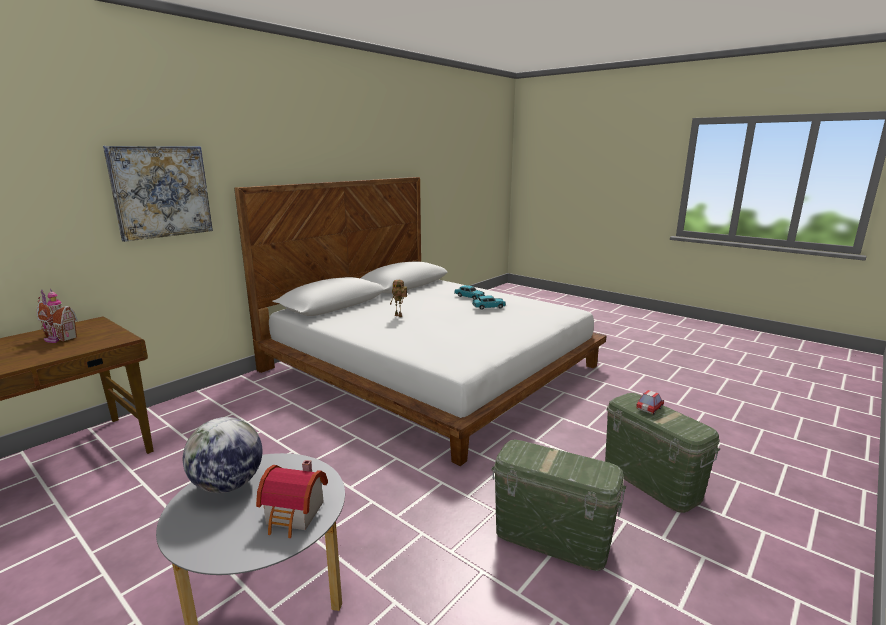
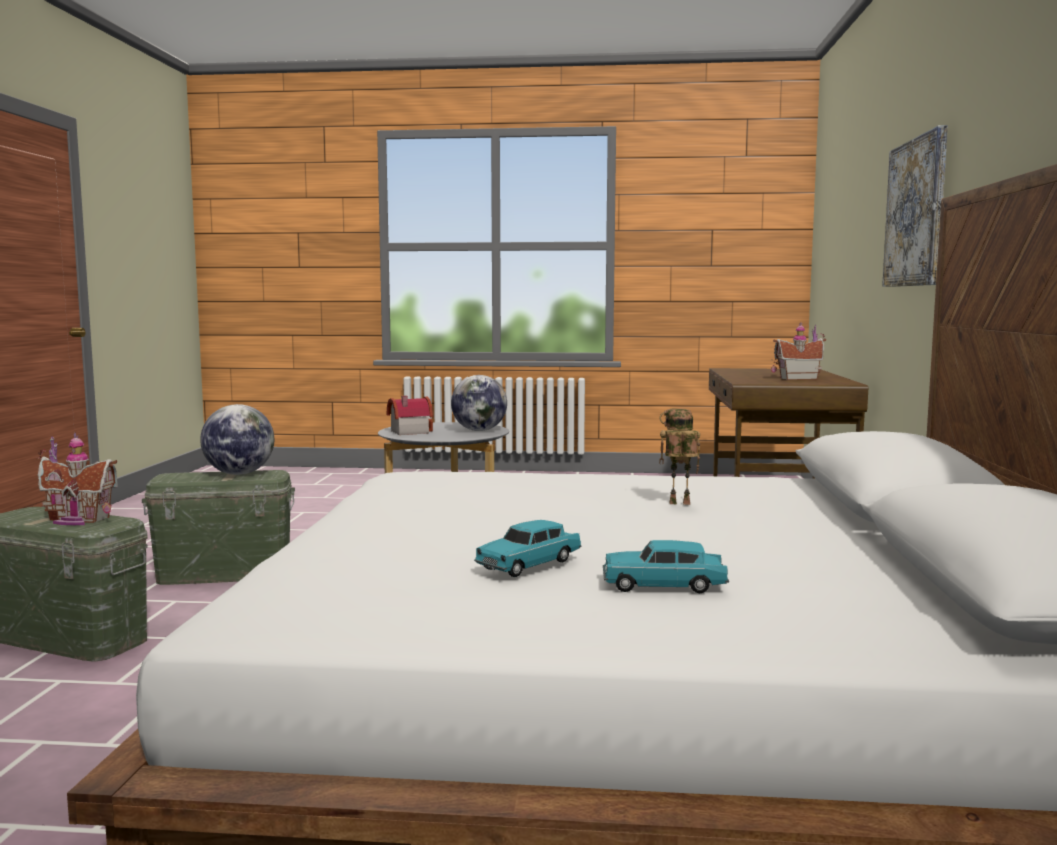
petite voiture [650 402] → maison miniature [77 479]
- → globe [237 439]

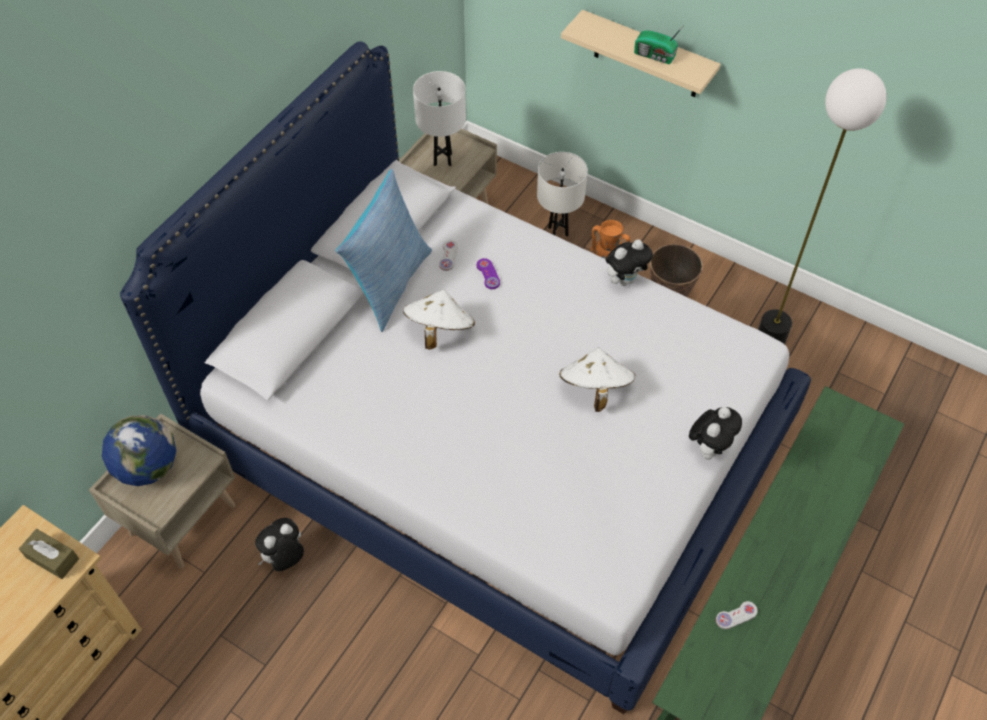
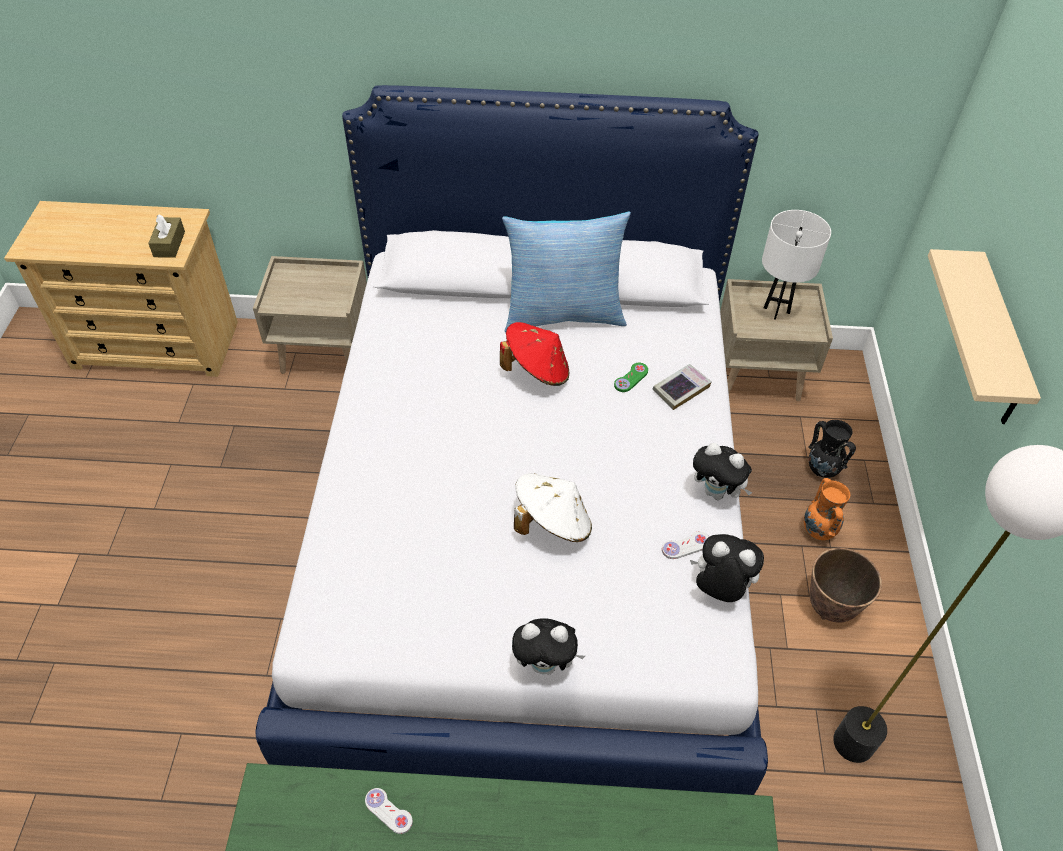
globe [139 450] → -
peluche [279 544] → peluche [727 568], relocated
chapeau [blanc] [439 319] → chapeau [rouge] [534 354]
manette [blanc] [448 255] → manette [blanc] [685 545], relocated
manette [violet] [488 273] → manette [vert] [631 377]
lampe de table [blanc] [562 194] → vase [noir] [832 449]
radio [659 44] → -
- → livre [682 387]

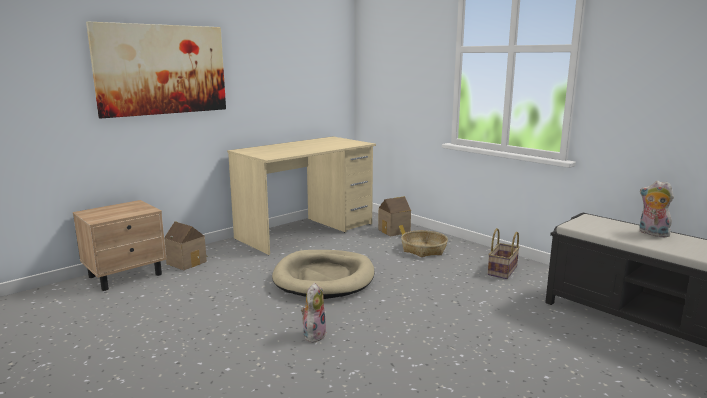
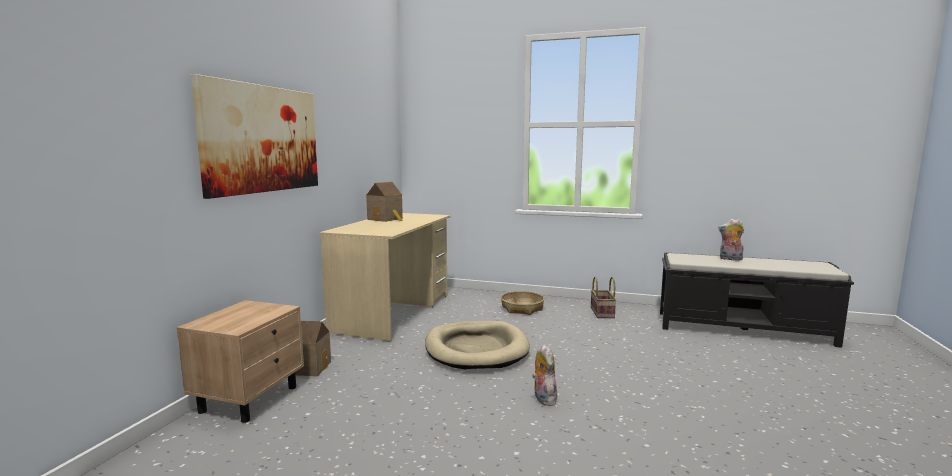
maison miniature [394 216] → maison miniature [384 202], relocated

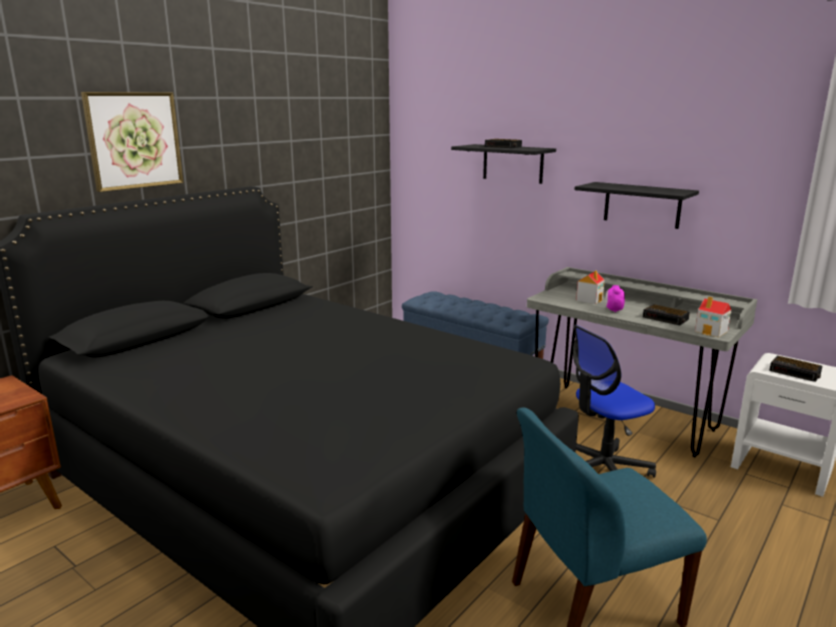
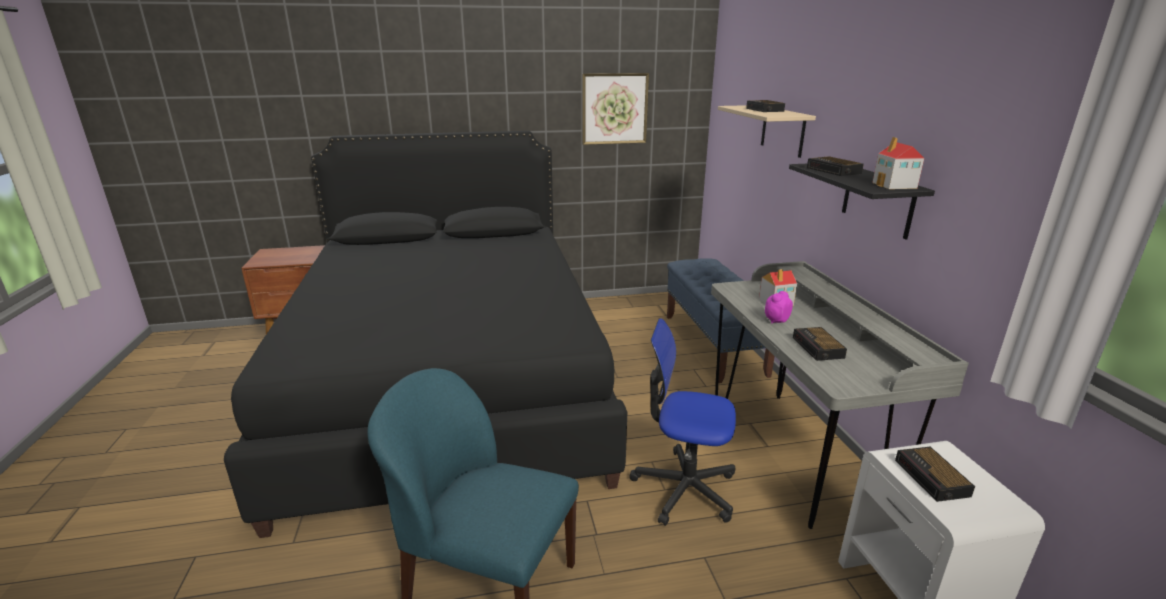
tableau [132 142] → tableau [615 109], relocated
étagère [noir] [503 164] → étagère [beige] [767 131]
maison miniature [713 316] → maison miniature [898 163], relocated
- → réveil [835 166]

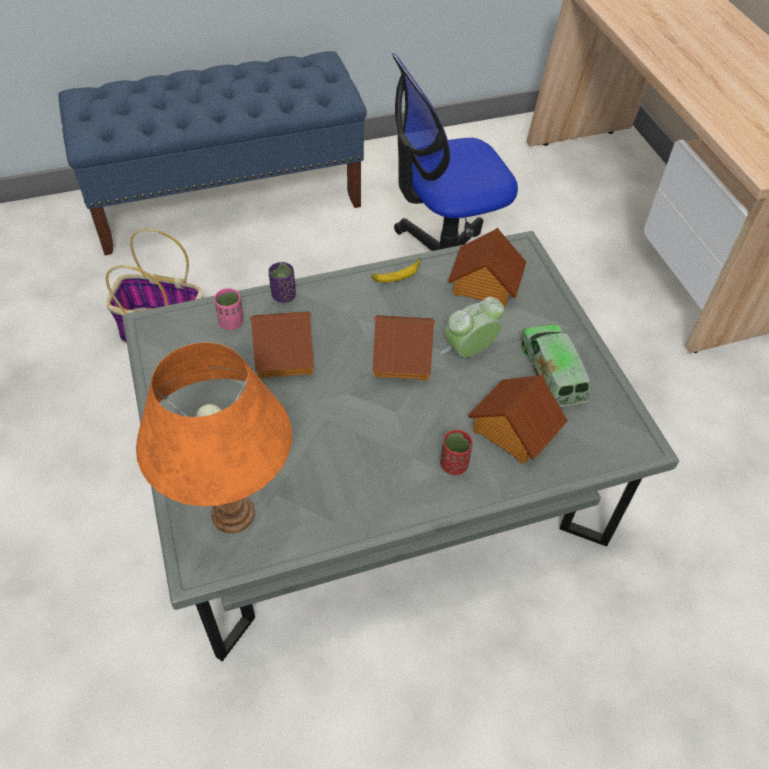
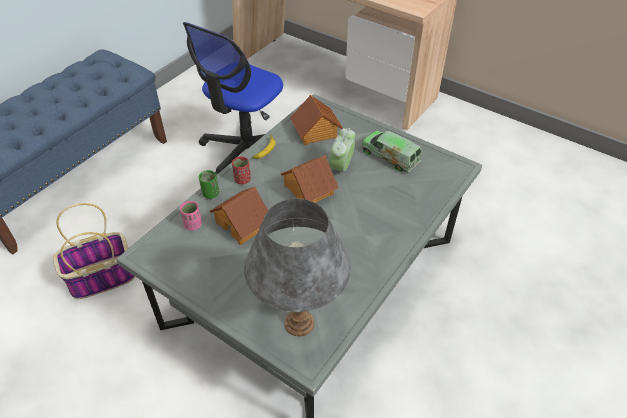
lampe de table [orange] [214 437] → lampe de table [gris] [297 267]
tasse [violet] [282 282] → tasse [vert] [209 184]
tasse [rouge] [456 452] → tasse [rouge] [241 170], relocated
maison miniature [518 420] → -

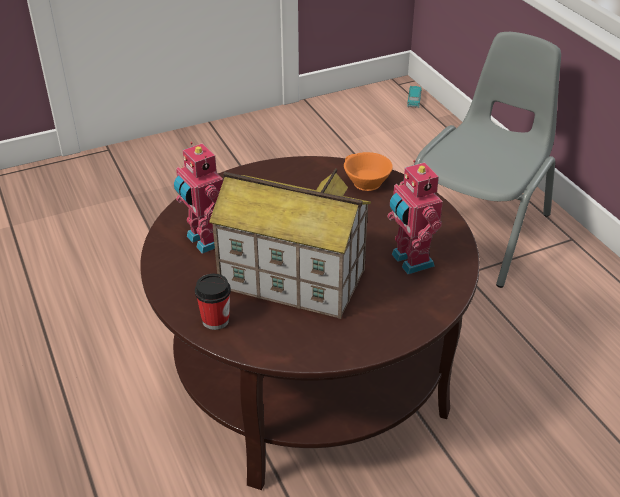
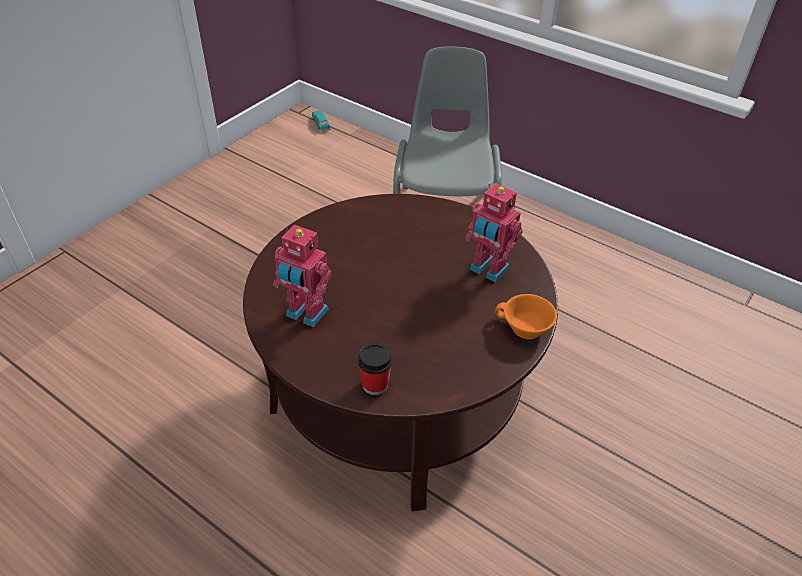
maison miniature [290 244] → -
tasse [orange] [368 171] → tasse [orange] [526 316], relocated

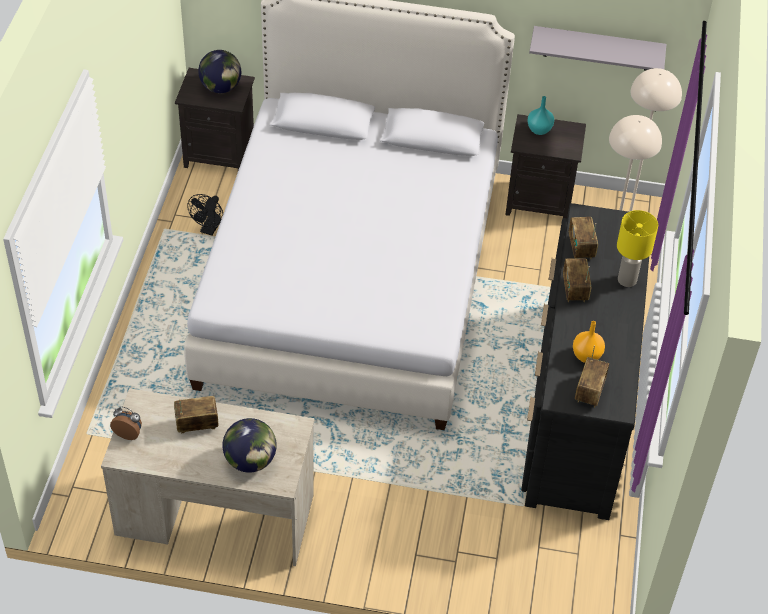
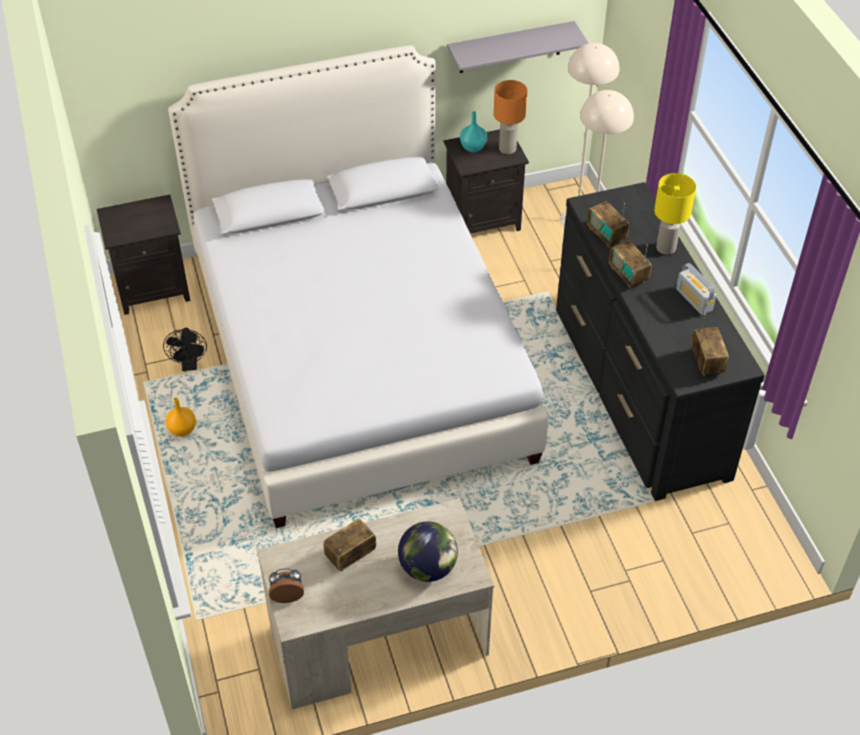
globe [219 71] → -
vase [orange] [589 342] → vase [orange] [181 417], relocated
- → lampe de table [orange] [510 117]
- → radio [696 289]

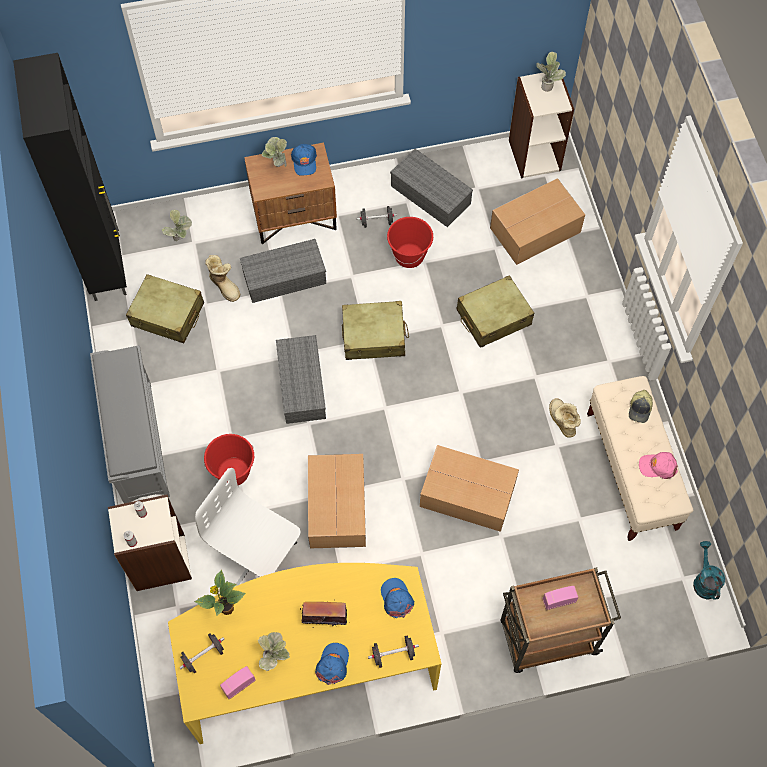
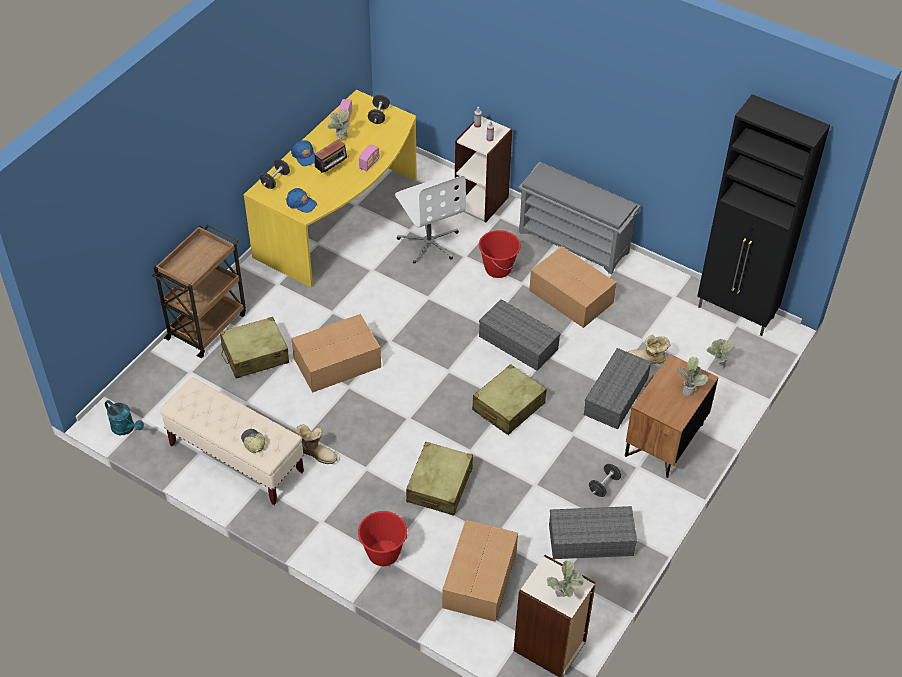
valise [beige] [165 308] → valise [beige] [254 347], relocated
plante en pot [220 593] → -
chaise de bureau [blanc] [247 527] → chaise de bureau [blanc] [430 219], 75 degrees clockwise
casquette [bleu] [304 159] → -
carton [337 501] → carton [573 287], relocated
seau [rouge] [410 242] → seau [rouge] [383 538], relocated
radio [560 598] → radio [369 157], relocated
casquette [rose] [658 465] → -

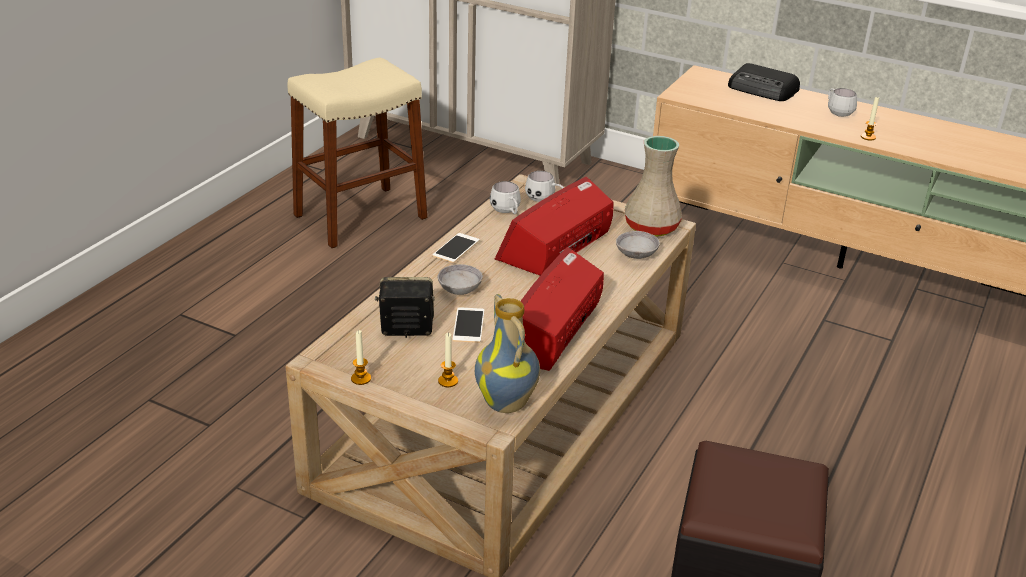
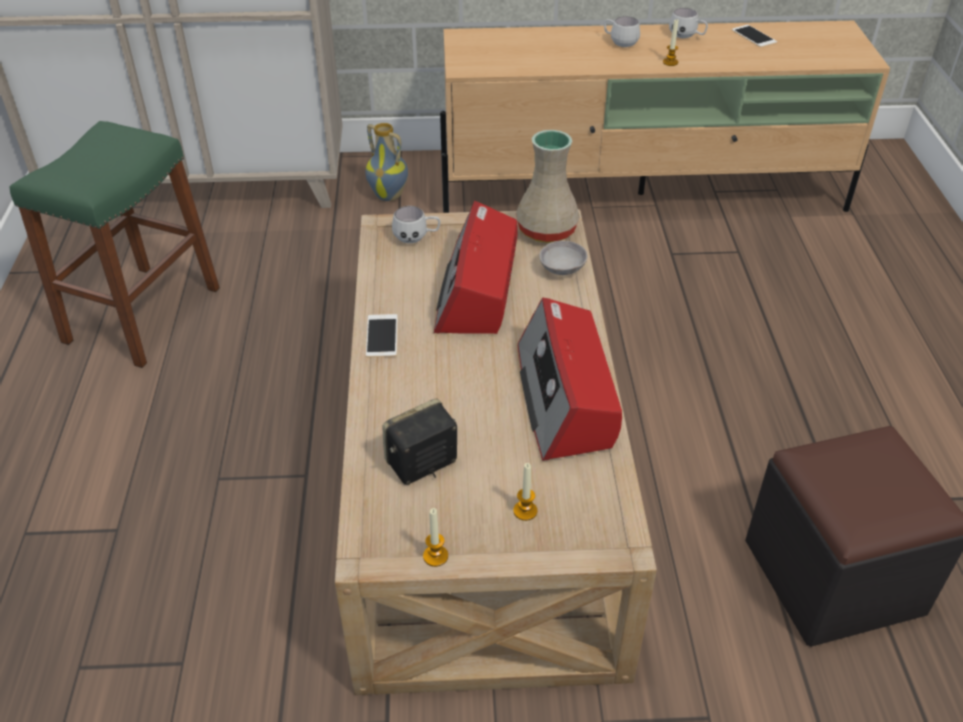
tabouret [beige] [357 152] → tabouret [vert] [115 244]
bol [gris] [460 279] → -
téléphone [468 325] → téléphone [754 36], relocated
vase [507 353] → vase [386 162], relocated
mug [blanc] [505 197] → mug [blanc] [688 23], relocated
radio [764 82] → -

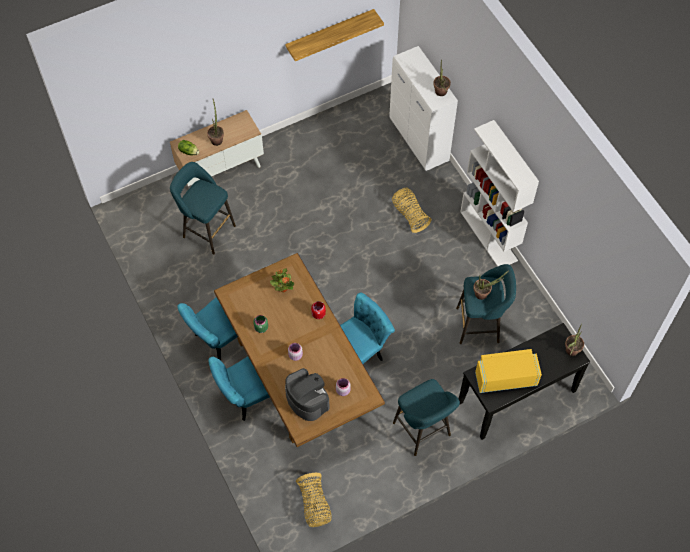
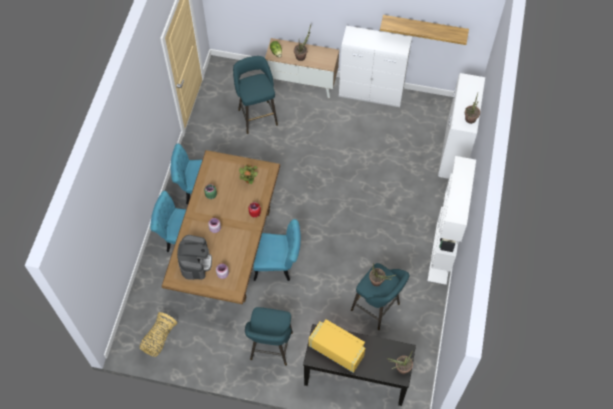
panier [411 210] → -
- → meuble de rangement [blanc] [375 66]

